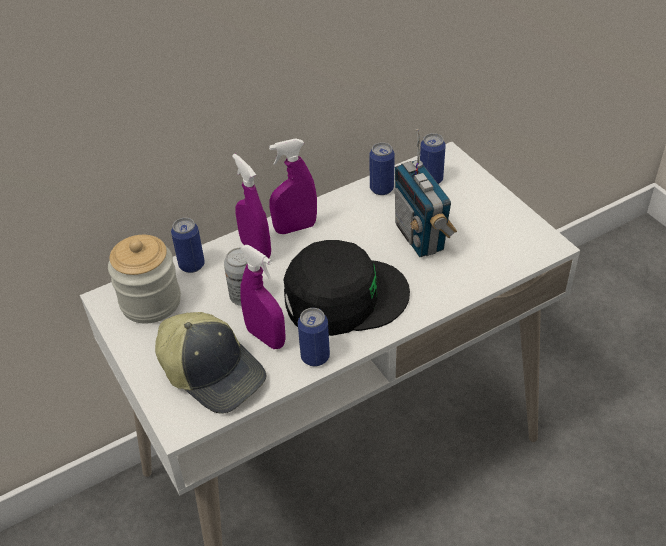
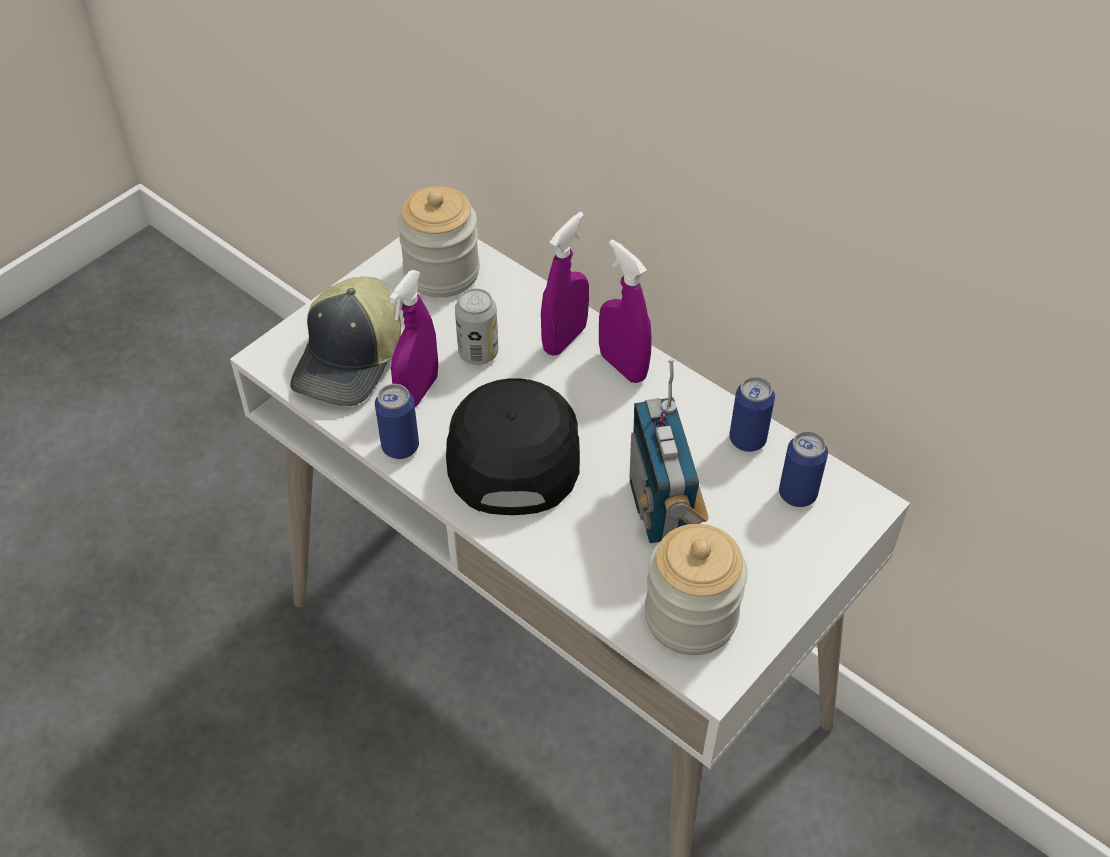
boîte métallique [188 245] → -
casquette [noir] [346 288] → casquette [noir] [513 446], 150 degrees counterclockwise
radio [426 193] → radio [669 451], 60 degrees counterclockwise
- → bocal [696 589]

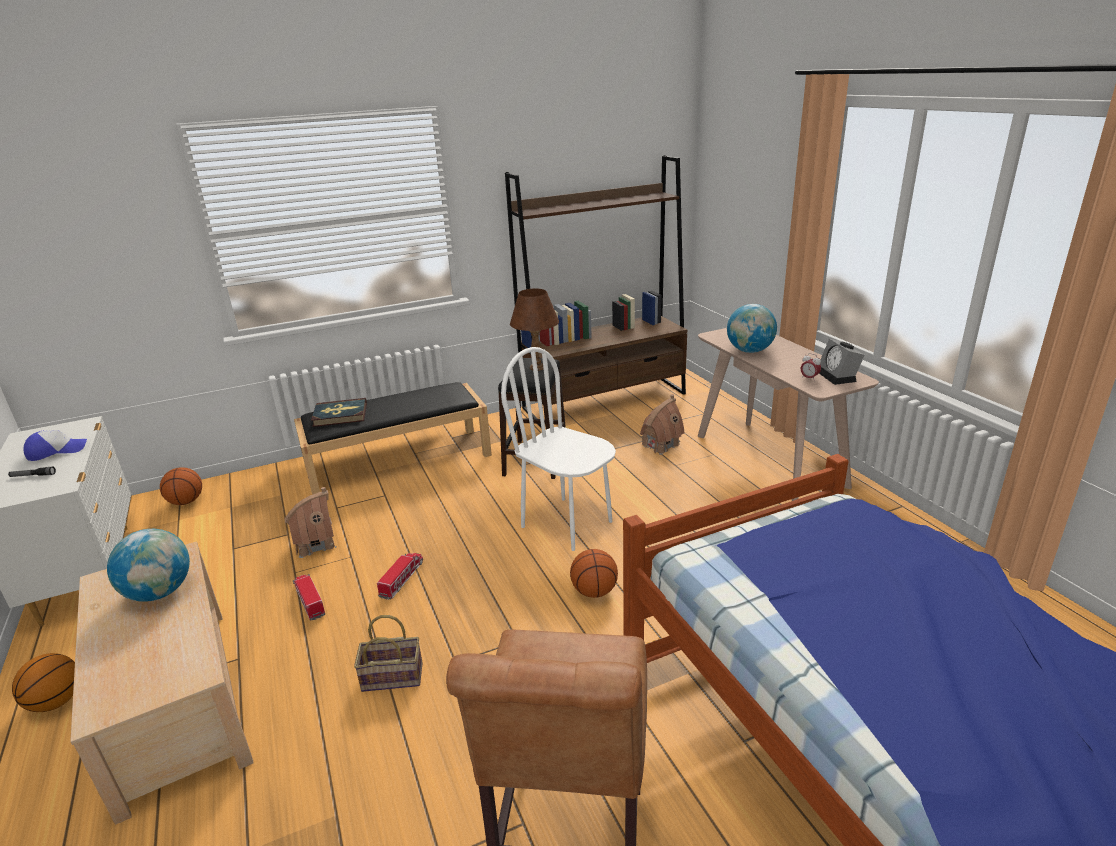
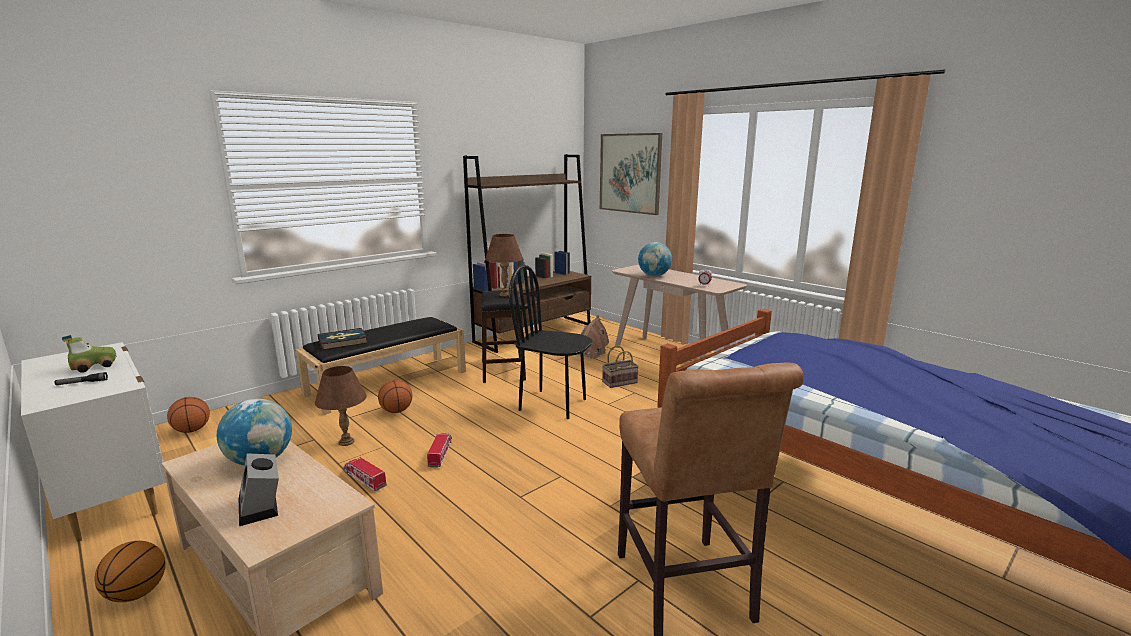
casquette [55 445] → petite voiture [89 354]
maison miniature [311 522] → lampe de table [marron] [341 406]
panier [388 653] → panier [620 367], relocated
chaise [blanc] [558 449] → chaise [noir] [551 342]
ballon de basket [594 573] → ballon de basket [395 396], relocated
réveil [841 362] → réveil [259 489], relocated
- → tableau [631 174]

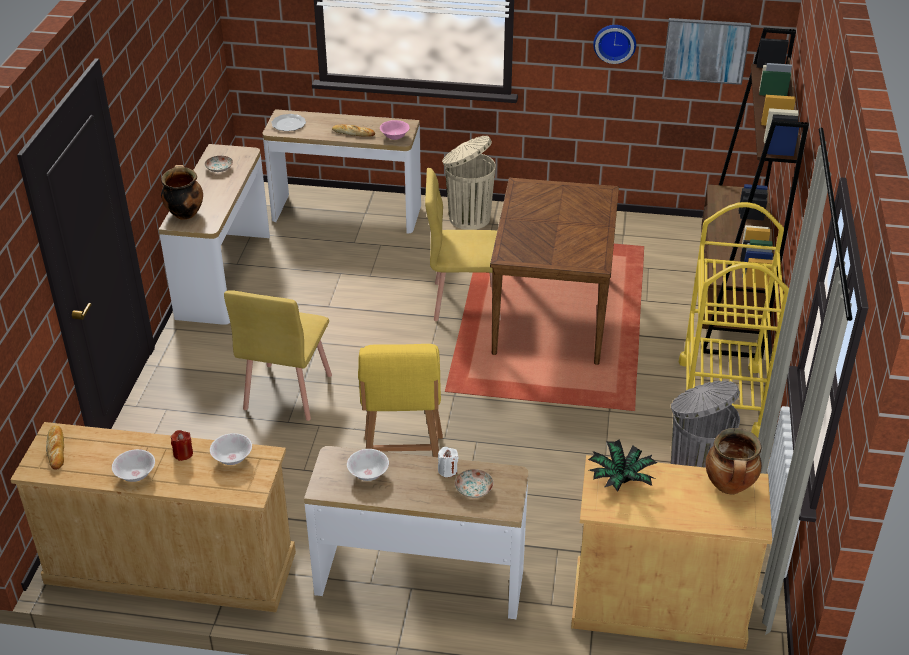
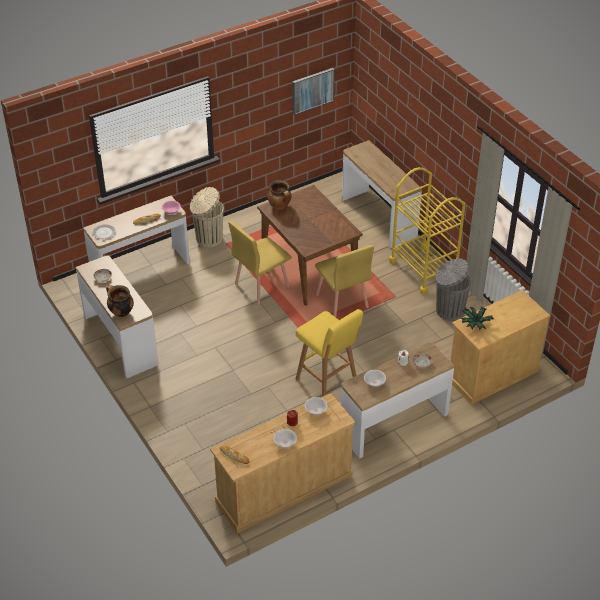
chaise [jaune] [278 355] → chaise [jaune] [344 281], relocated
horloge murale [614 44] → -
bibliothèque [marron] [755 193] → table console [382 194]
marmite [734 461] → marmite [279 195], relocated

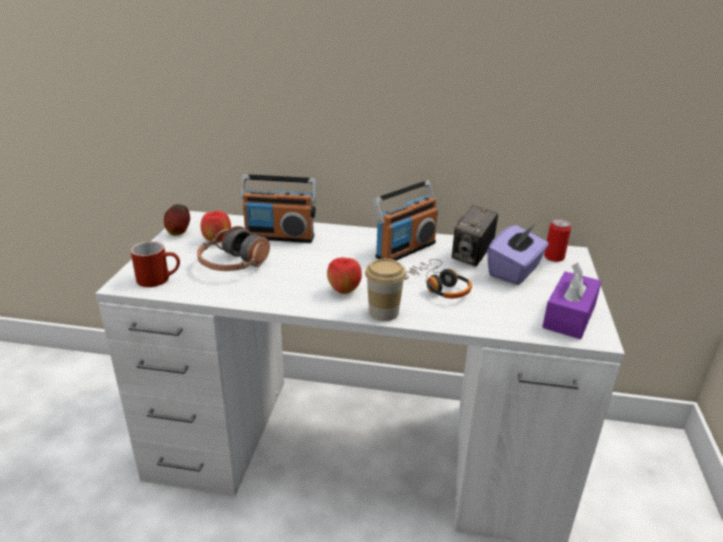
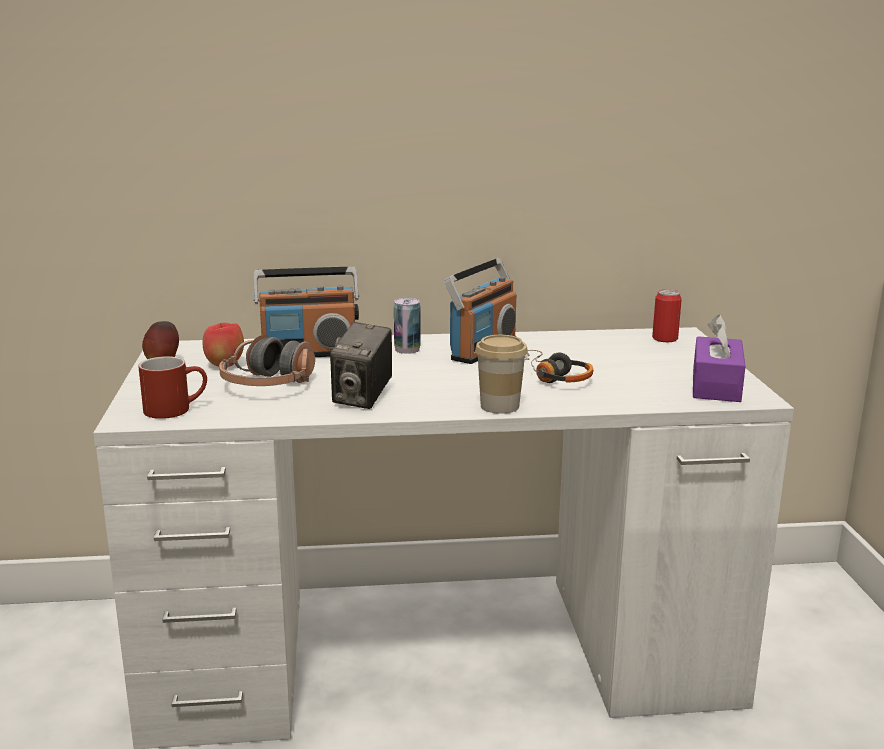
pomme [344 275] → -
appareil photo [475 235] → appareil photo [361 365], relocated
boîte à mouchoirs [violet] [518 254] → -
- → boîte métallique [407 326]

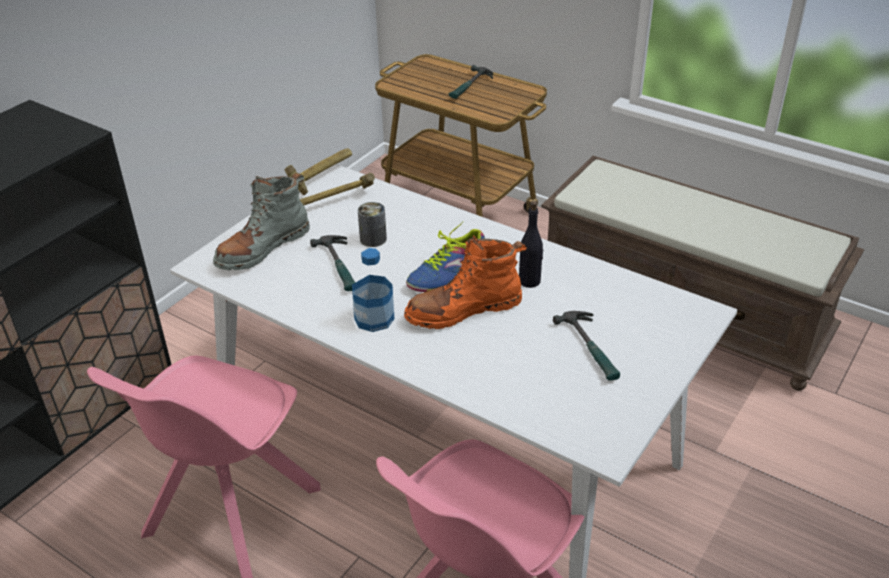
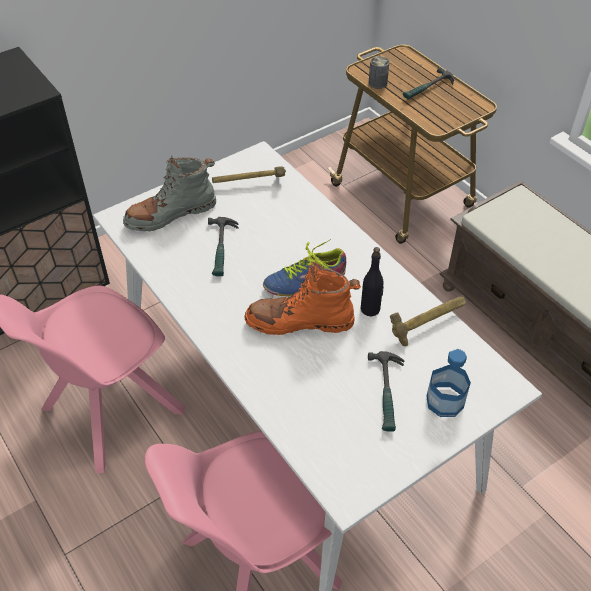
marteau [318 171] → marteau [428 321], relocated
bouteille [373 290] → bouteille [448 383], relocated
boîte métallique [372 224] → boîte métallique [379 72], relocated

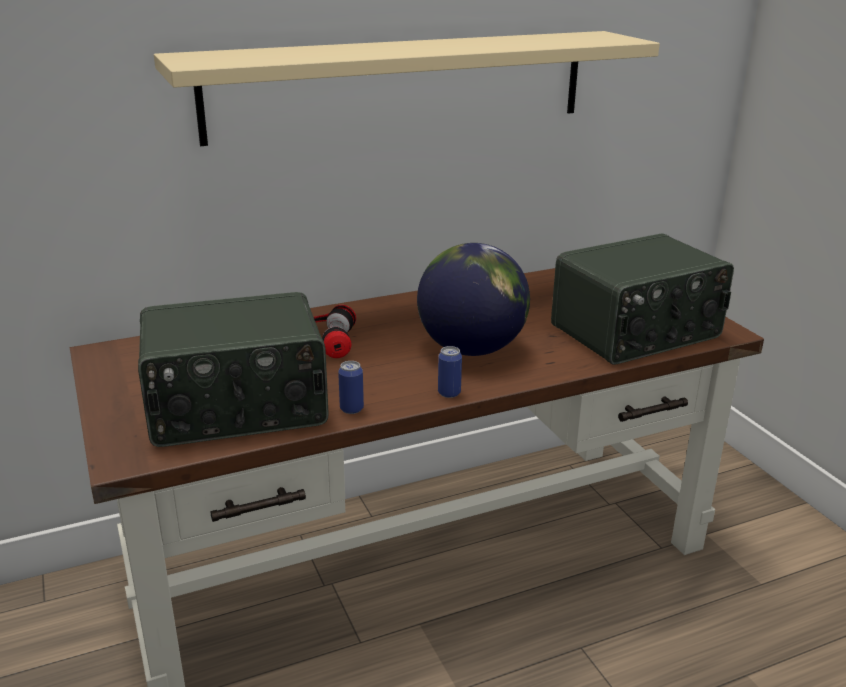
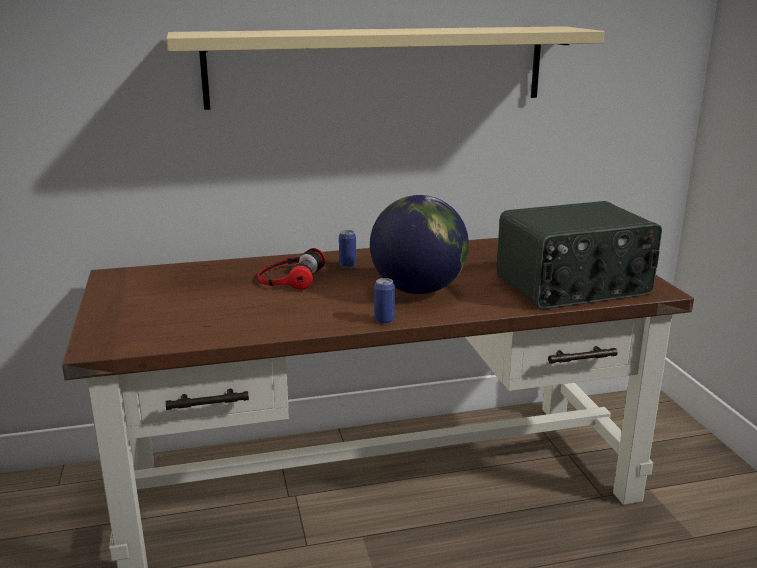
radio [233 369] → -
boîte métallique [351 387] → boîte métallique [347 249], relocated

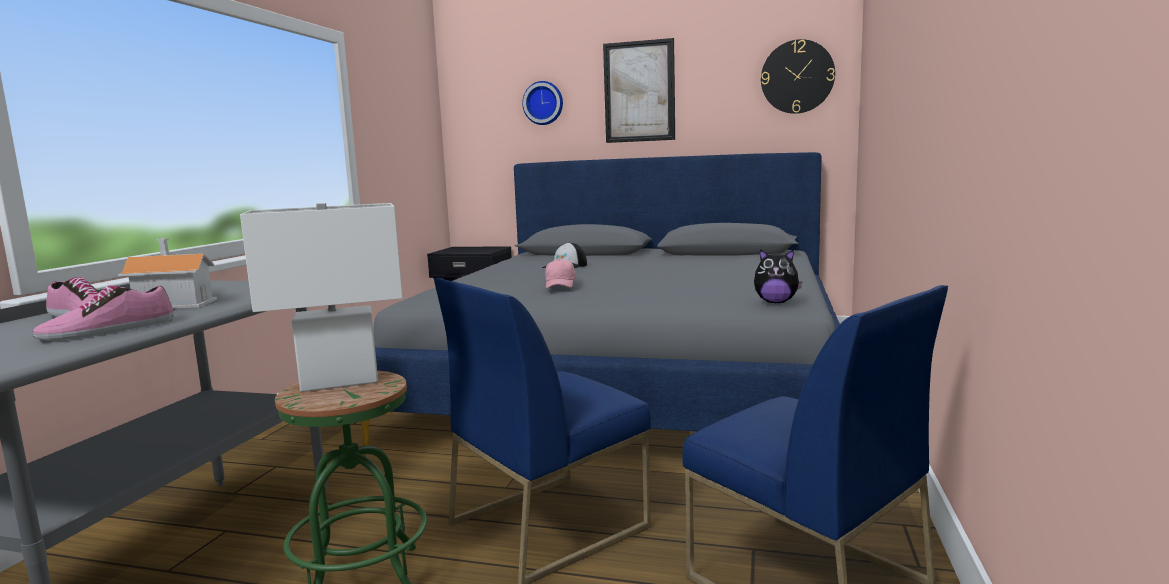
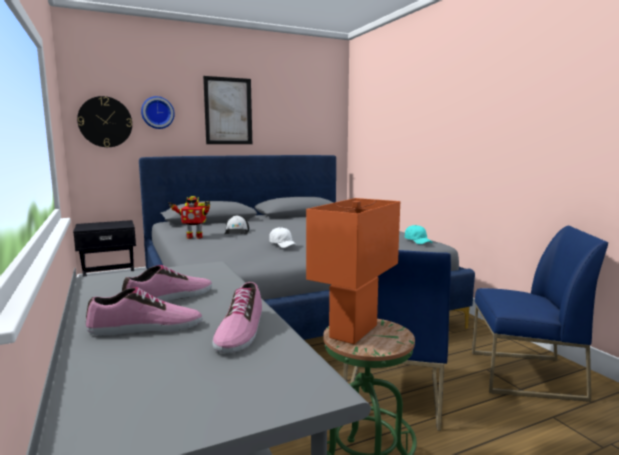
maison miniature [167 273] → chaussure [167 283]
lampe de table [blanc] [321 297] → lampe de table [orange] [353 271]
casquette [rose] [560 273] → casquette [blanc] [283 237]
peluche [778 276] → casquette [turquoise] [419 234]
horloge murale [798 76] → horloge murale [104 121], relocated
- → robot jouet [189 217]

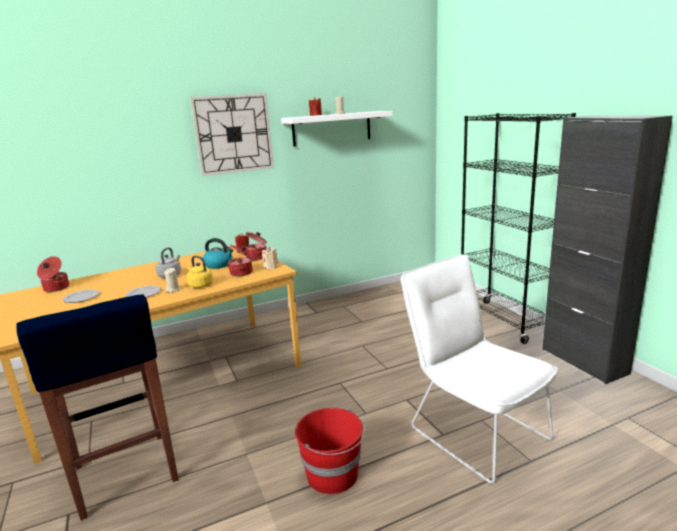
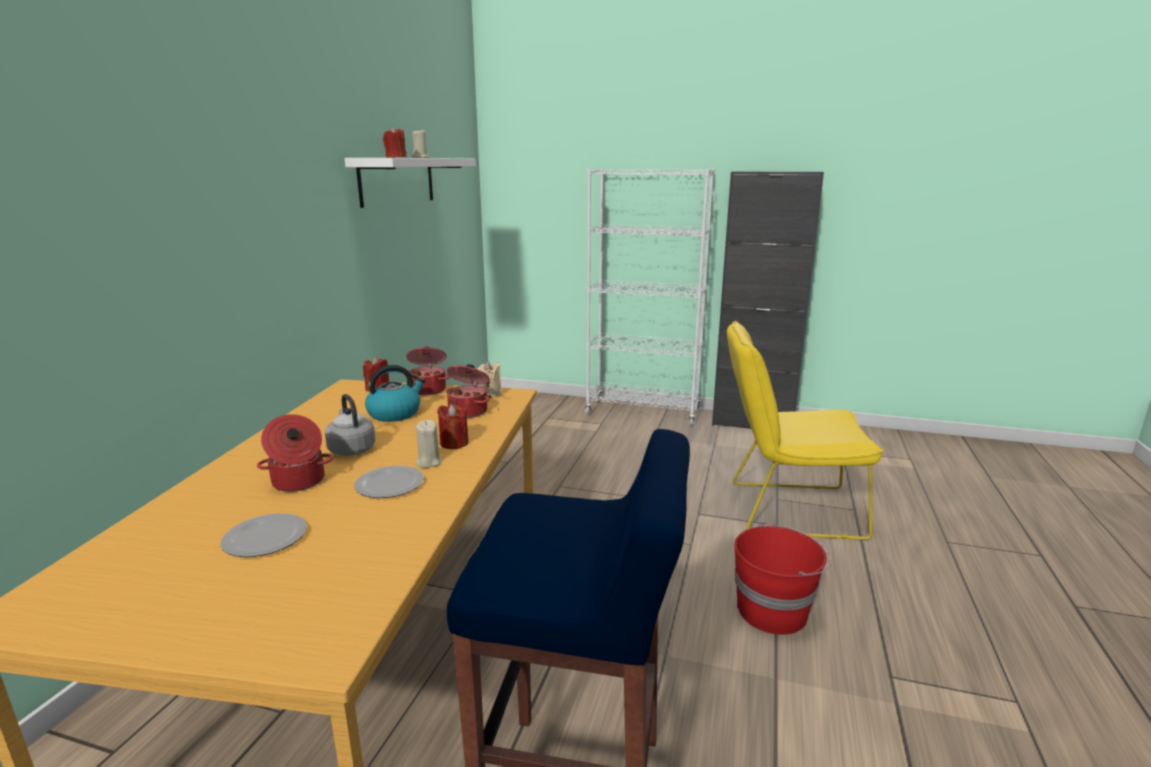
marmite [53 274] → marmite [295 453], relocated
bouilloire [jaune] [199 272] → bougie [rouge] [453 426]
horloge murale [232 134] → -
chaise [blanc] [479 369] → chaise [jaune] [805 430]
bibliothèque [noir] [518 228] → bibliothèque [blanc] [649 297]

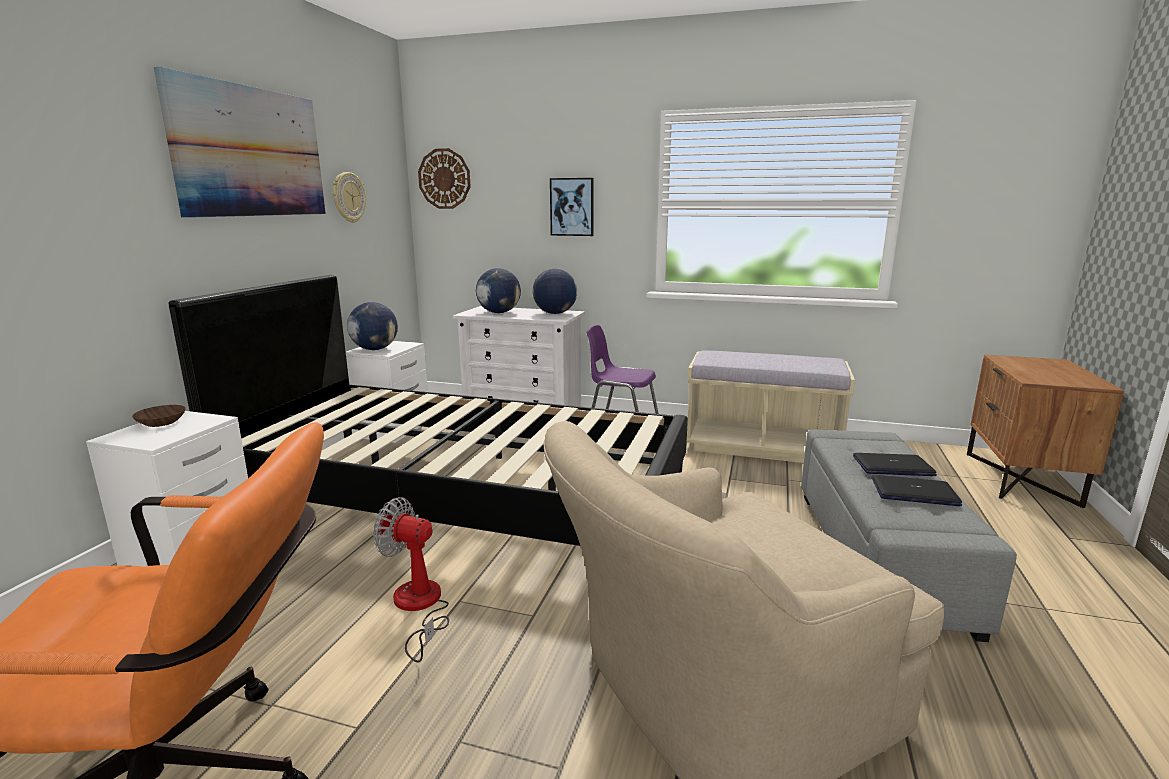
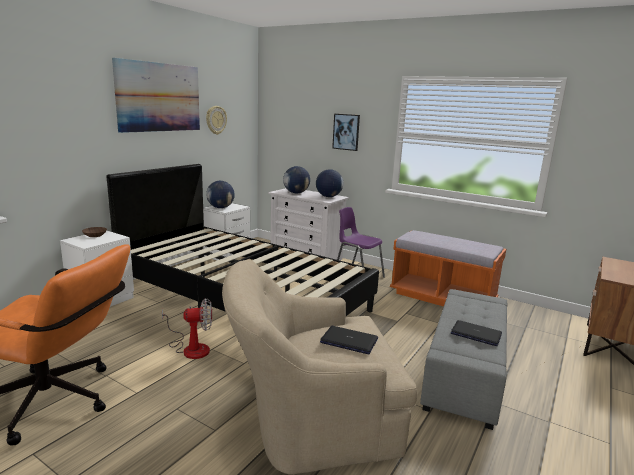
ventilateur [411 579] → ventilateur [187 328], 135 degrees clockwise
horloge murale [444 178] → -
banc [beige] [771 406] → banc [orange] [448 268]
ordinateur portable [895 464] → ordinateur portable [349 340], relocated

